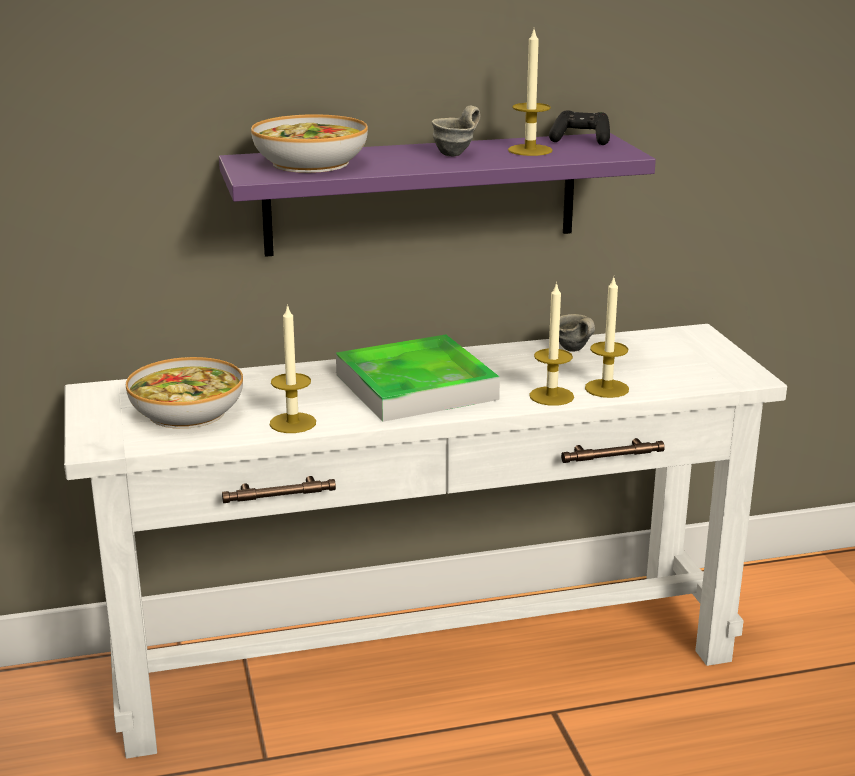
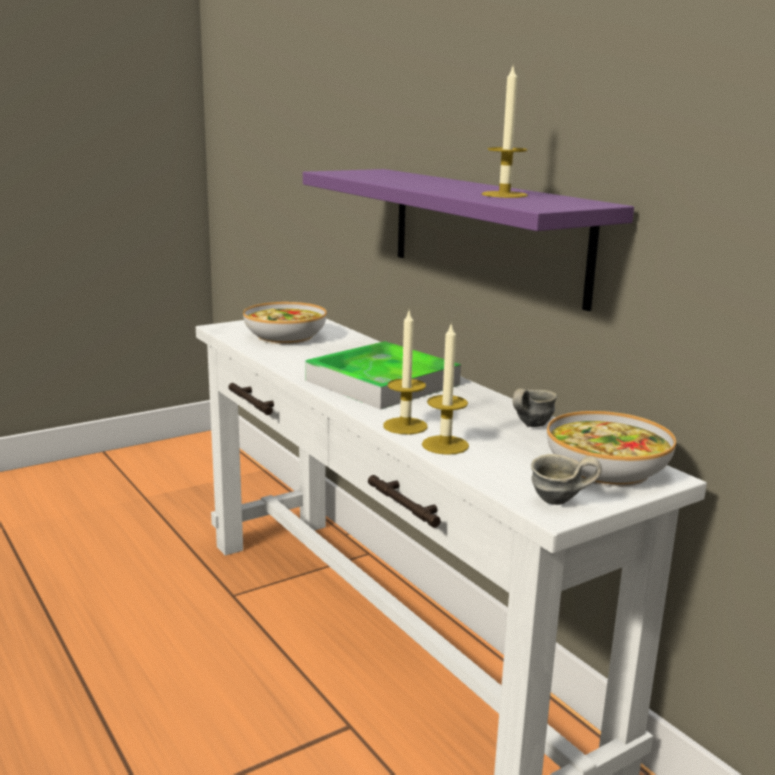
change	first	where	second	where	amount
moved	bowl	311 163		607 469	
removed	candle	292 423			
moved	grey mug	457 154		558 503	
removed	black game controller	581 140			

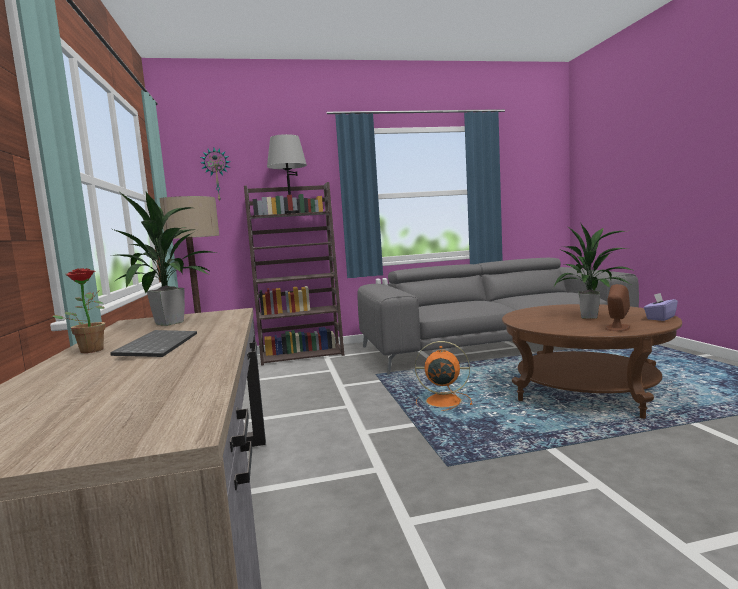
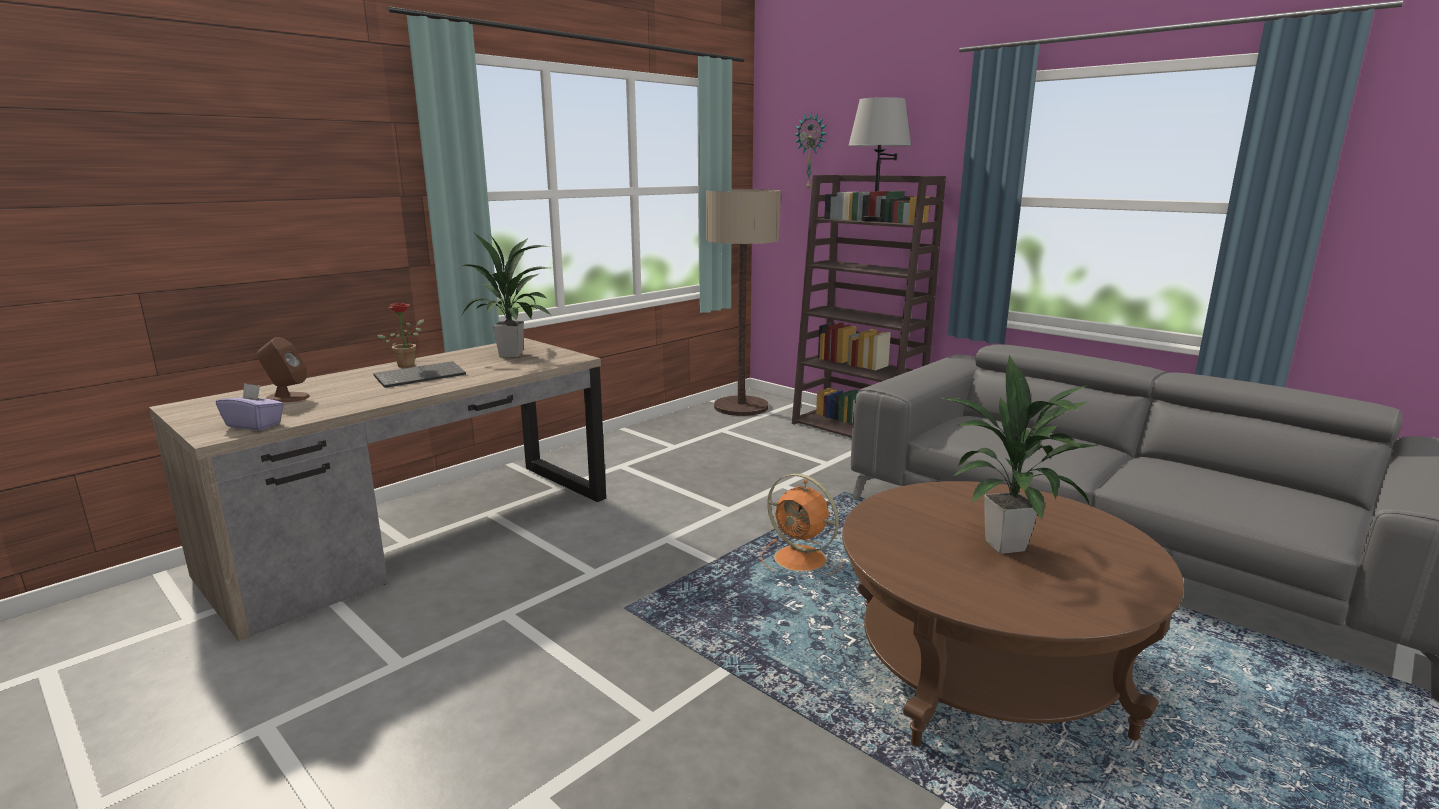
change	first	where	second	where	amount
turned	orange fan	441 401		802 560	150 degrees clockwise
moved	brown speaker	617 328		287 397	
moved	purple tissue box	660 318		254 425	

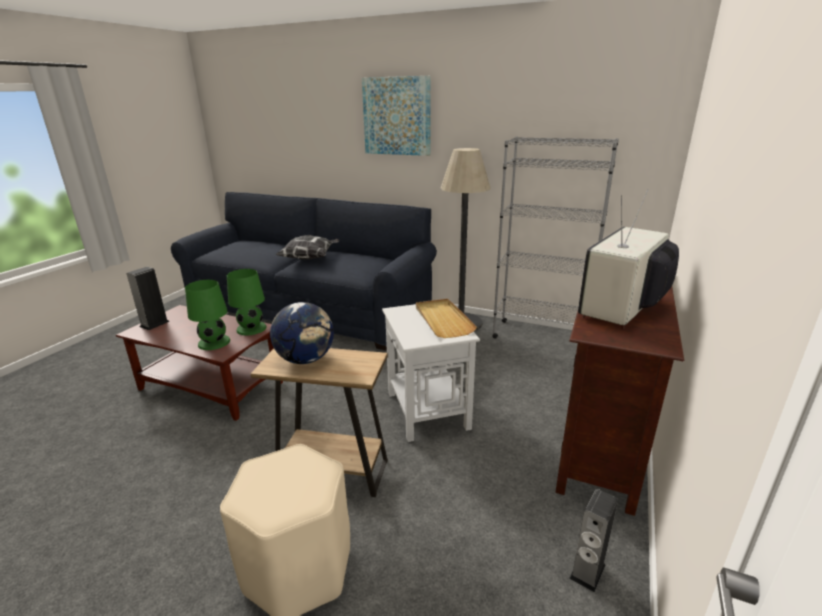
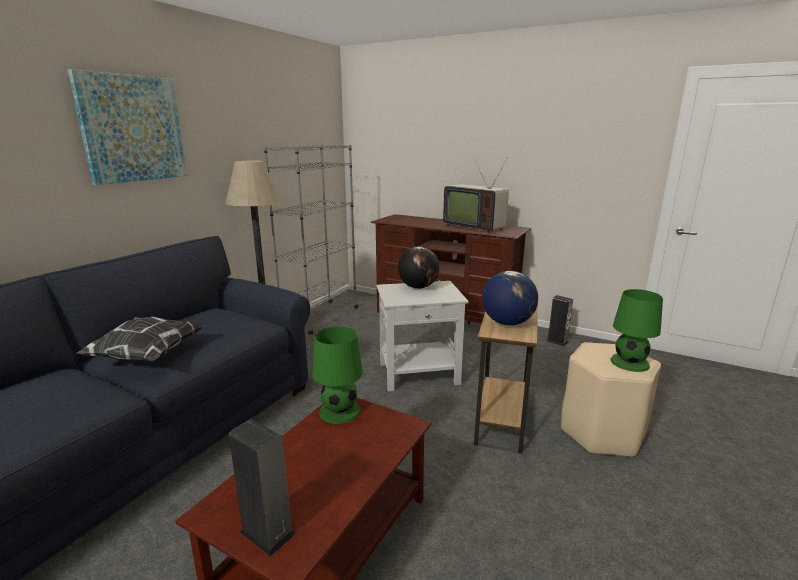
change	first	where	second	where	amount
moved	green table lamp	213 342		630 363	
replaced	beige tray	443 320	globe	418 287	

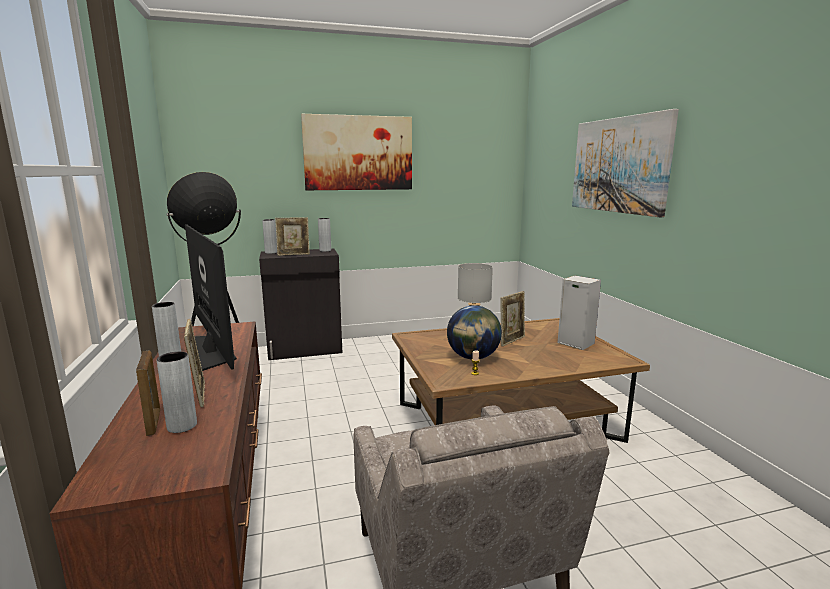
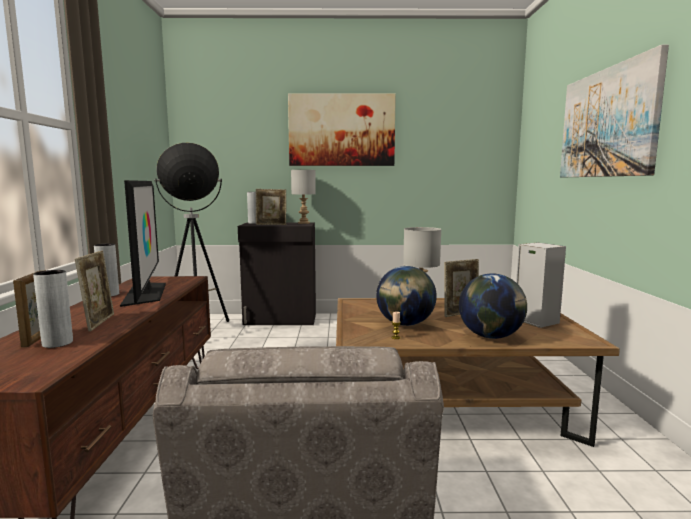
change	first	where	second	where	amount
replaced	grey vase	325 250	grey table lamp	304 223	
added			globe	491 336	

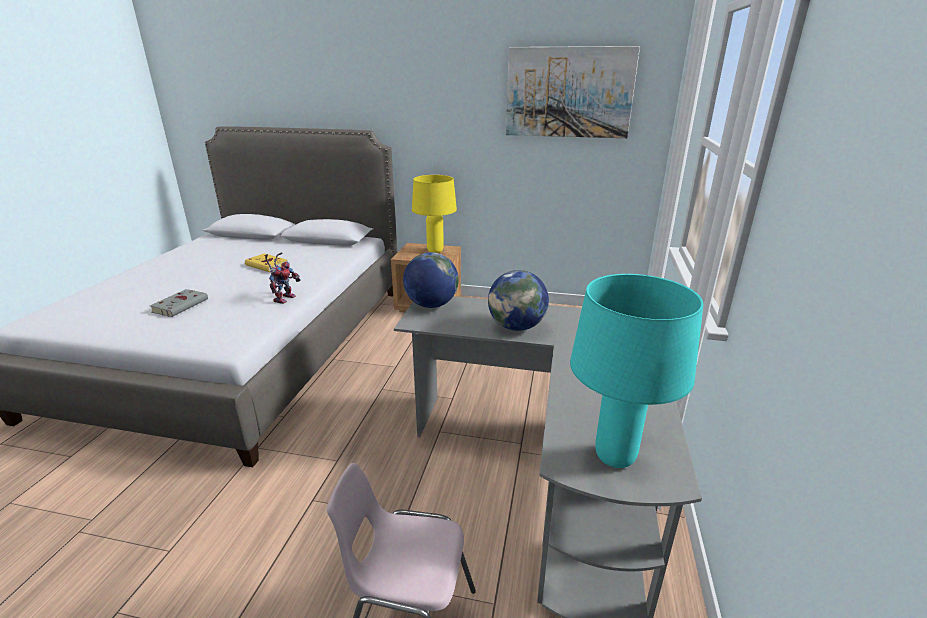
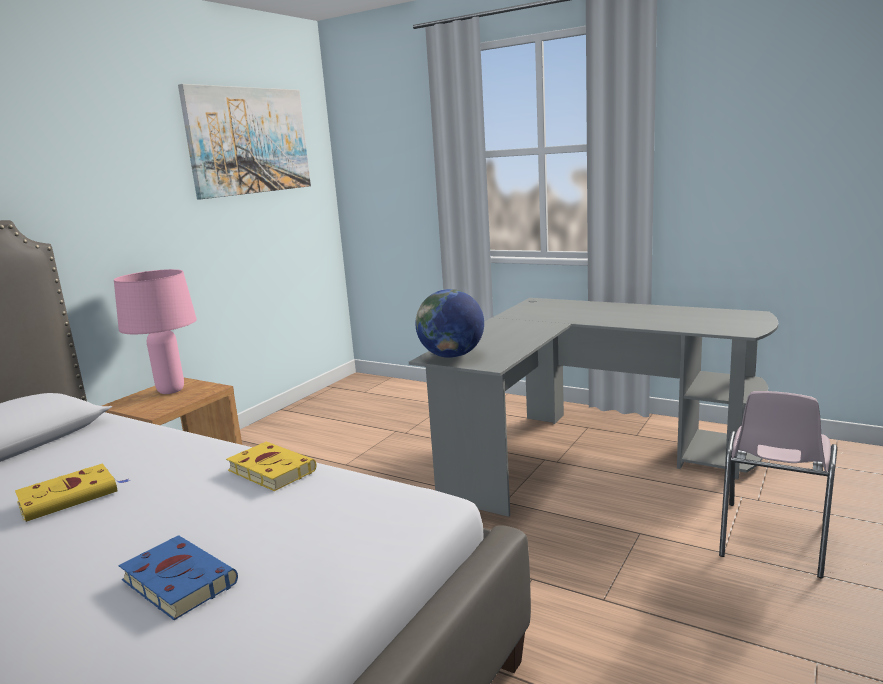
change	first	where	second	where	amount
recoloured	grey book	181 305	blue book	176 581	
replaced	toy robot	284 298	yellow book	269 470	
recoloured	yellow table lamp	435 251	pink table lamp	170 390	
removed	globe	516 327			
removed	turquoise table lamp	615 457			

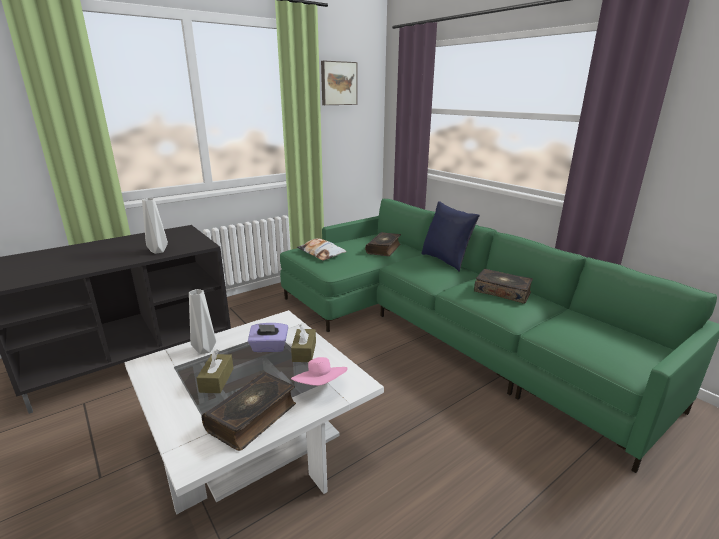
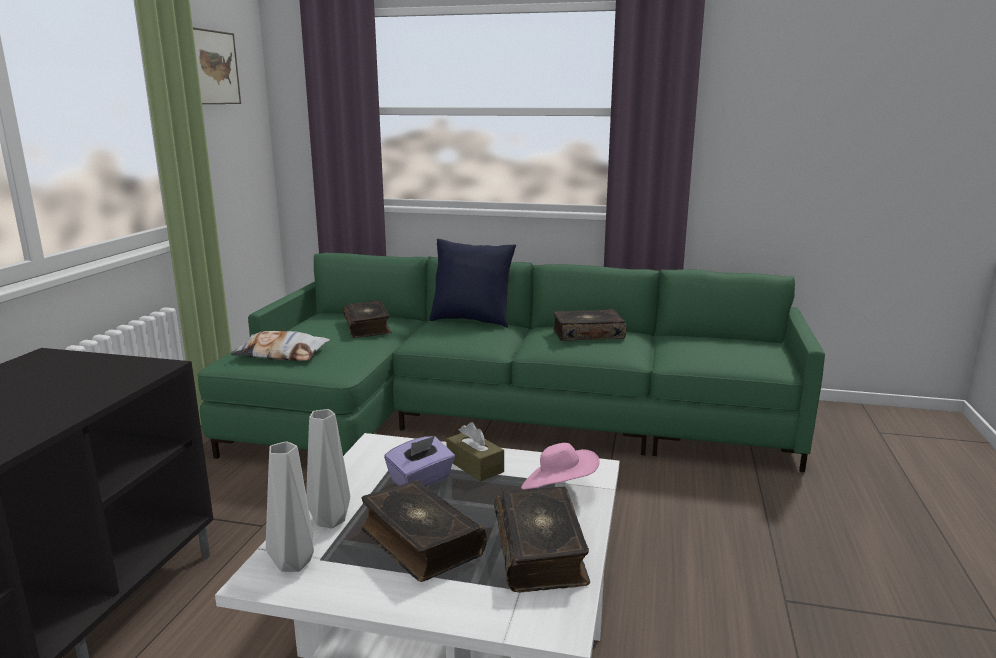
change	first	where	second	where	amount
moved	grey vase	157 251		293 565	
replaced	brown tissue box	216 380	book	419 542	

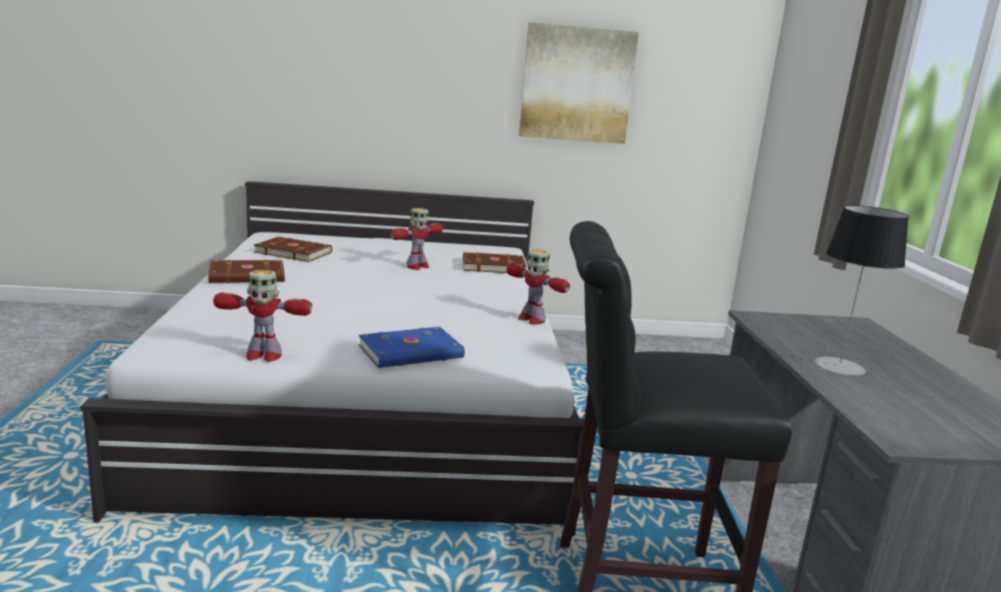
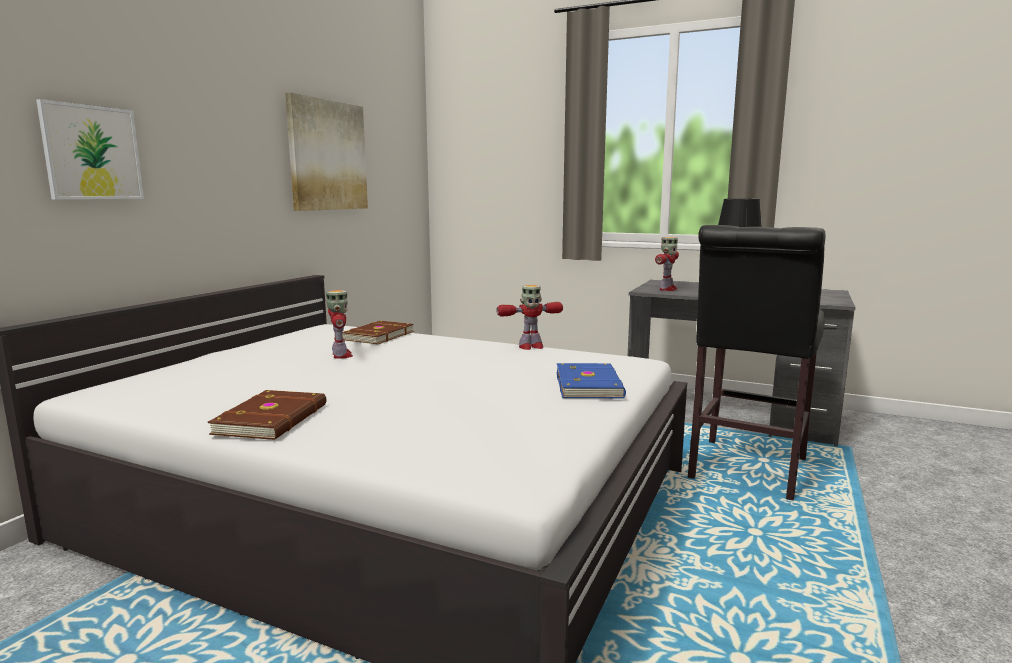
change	first	where	second	where	amount
moved	toy robot	262 355		667 289	
removed	brown book	293 252			
added			picture	92 153	

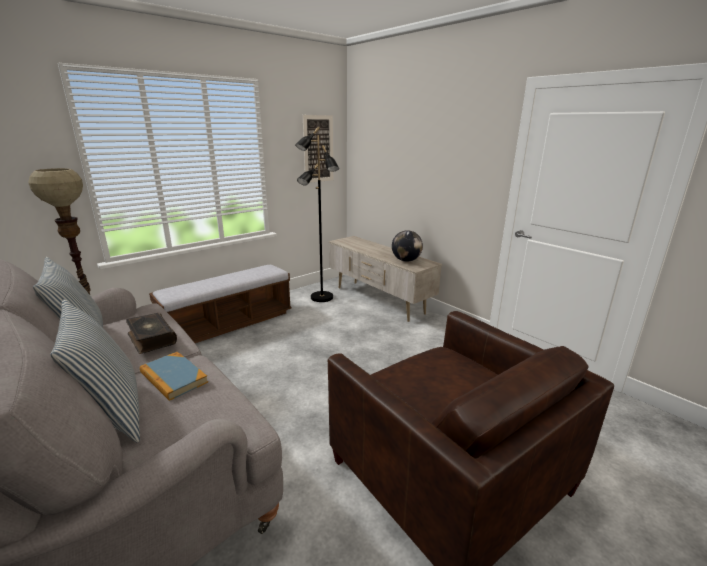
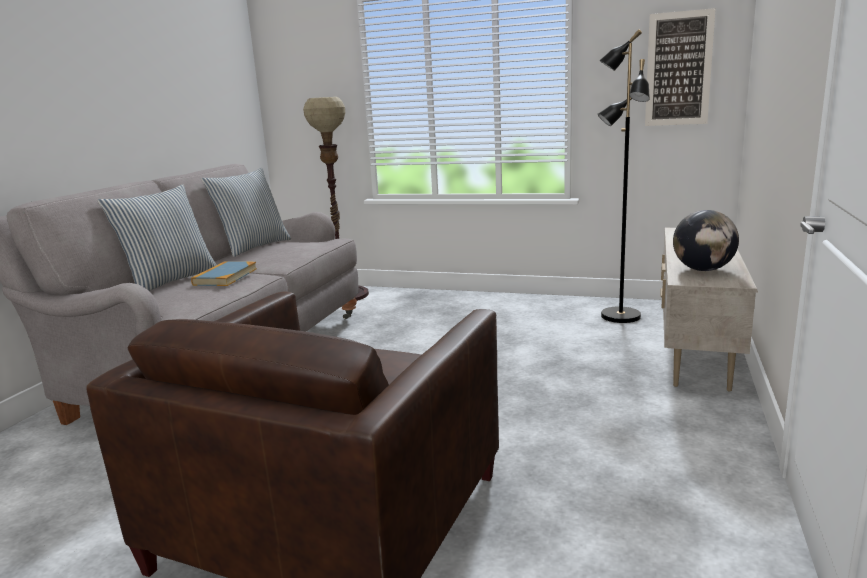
change	first	where	second	where	amount
removed	book	151 339			
removed	bench	229 324			

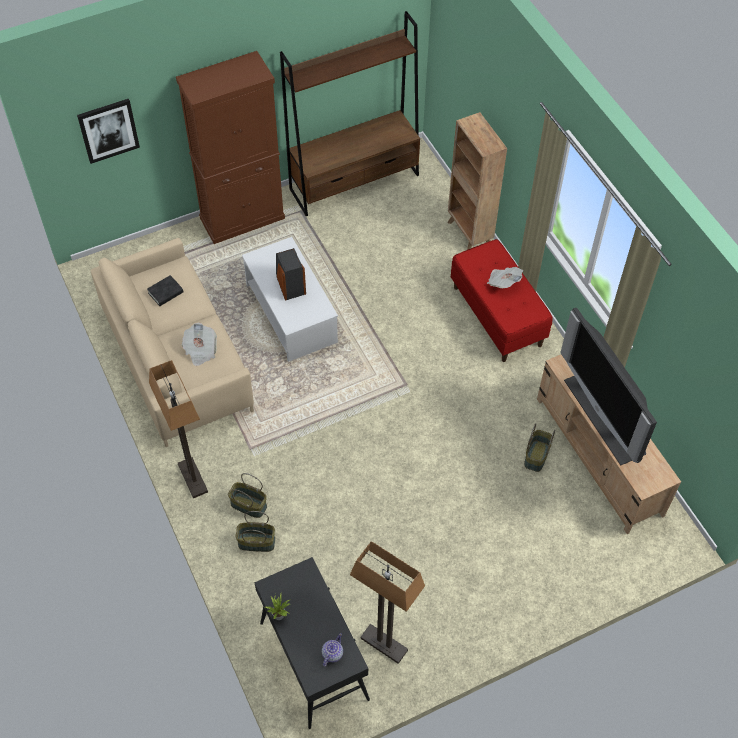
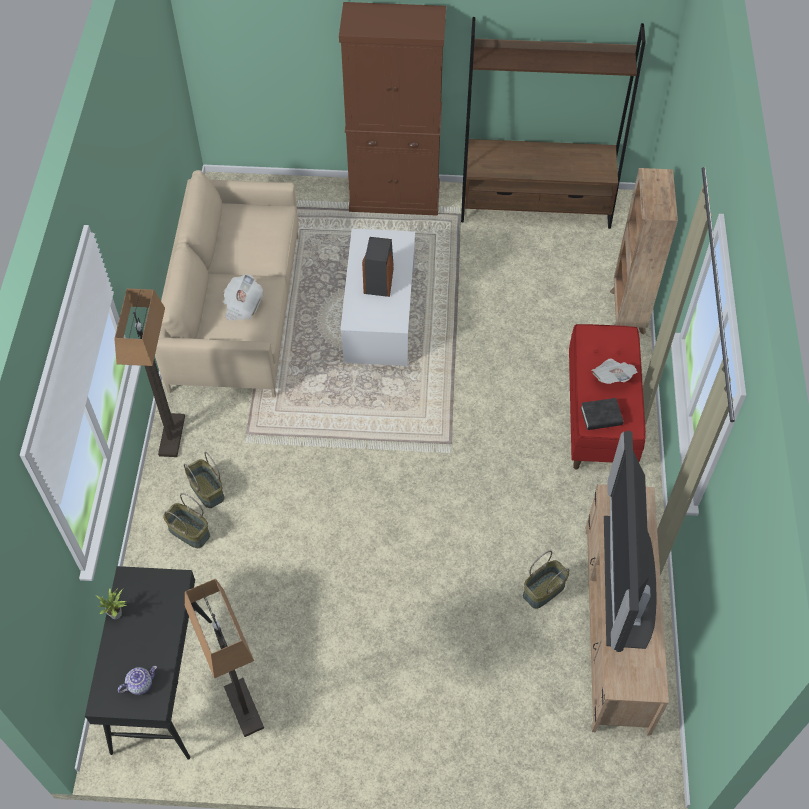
change	first	where	second	where	amount
removed	picture	108 130			
moved	black book	165 293		601 416	

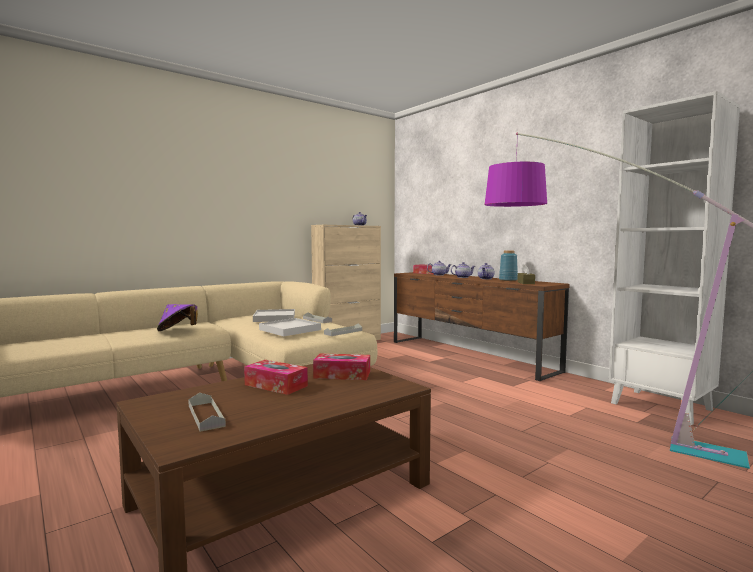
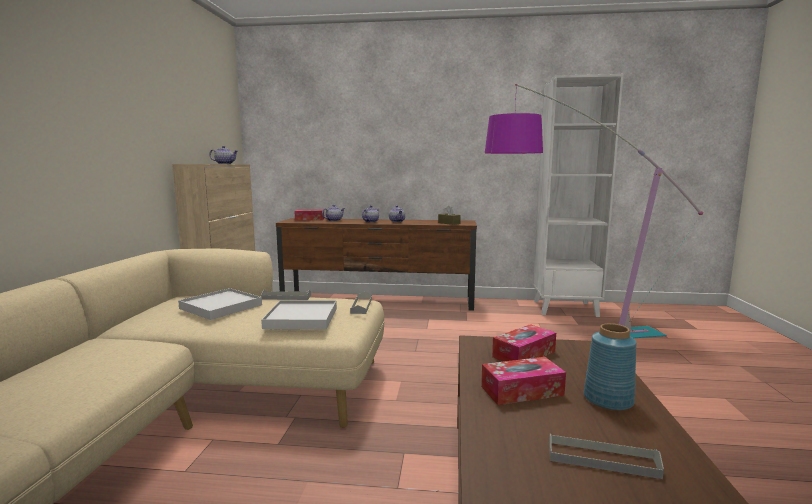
change	first	where	second	where	amount
removed	purple hat	177 330			
moved	blue vase	507 280		607 400	

